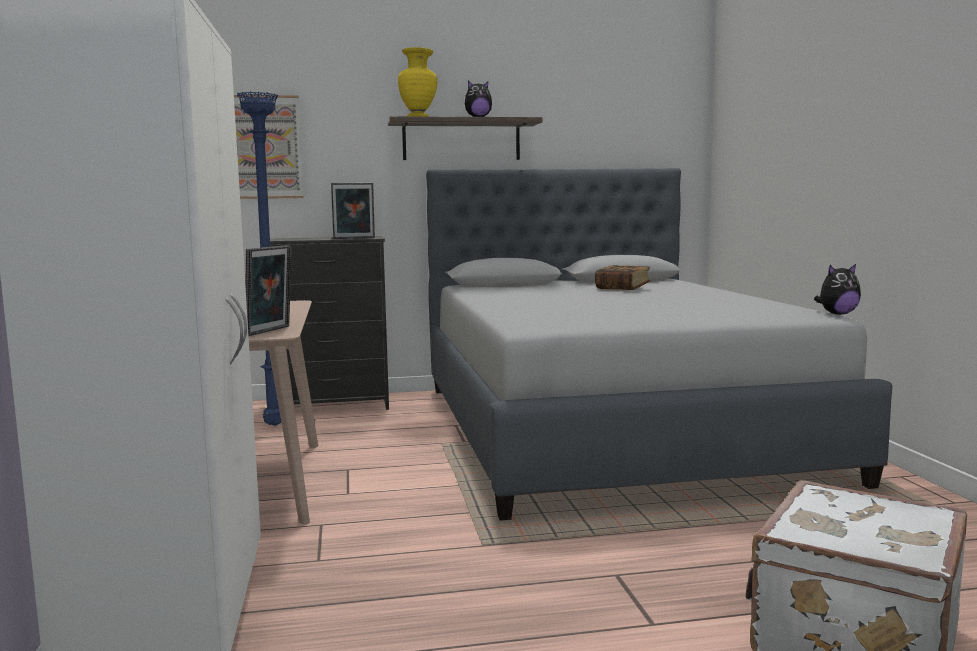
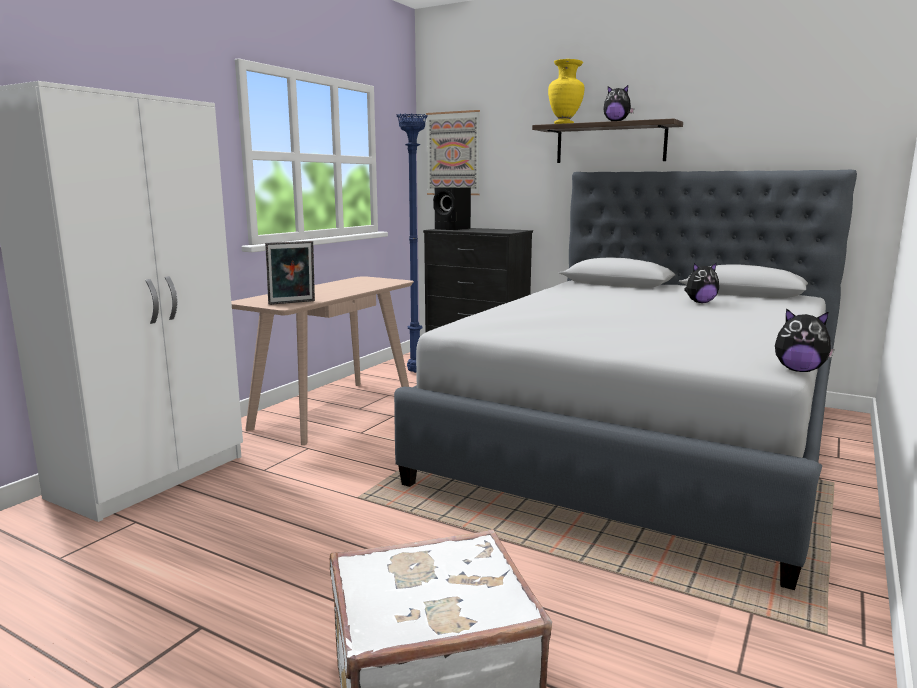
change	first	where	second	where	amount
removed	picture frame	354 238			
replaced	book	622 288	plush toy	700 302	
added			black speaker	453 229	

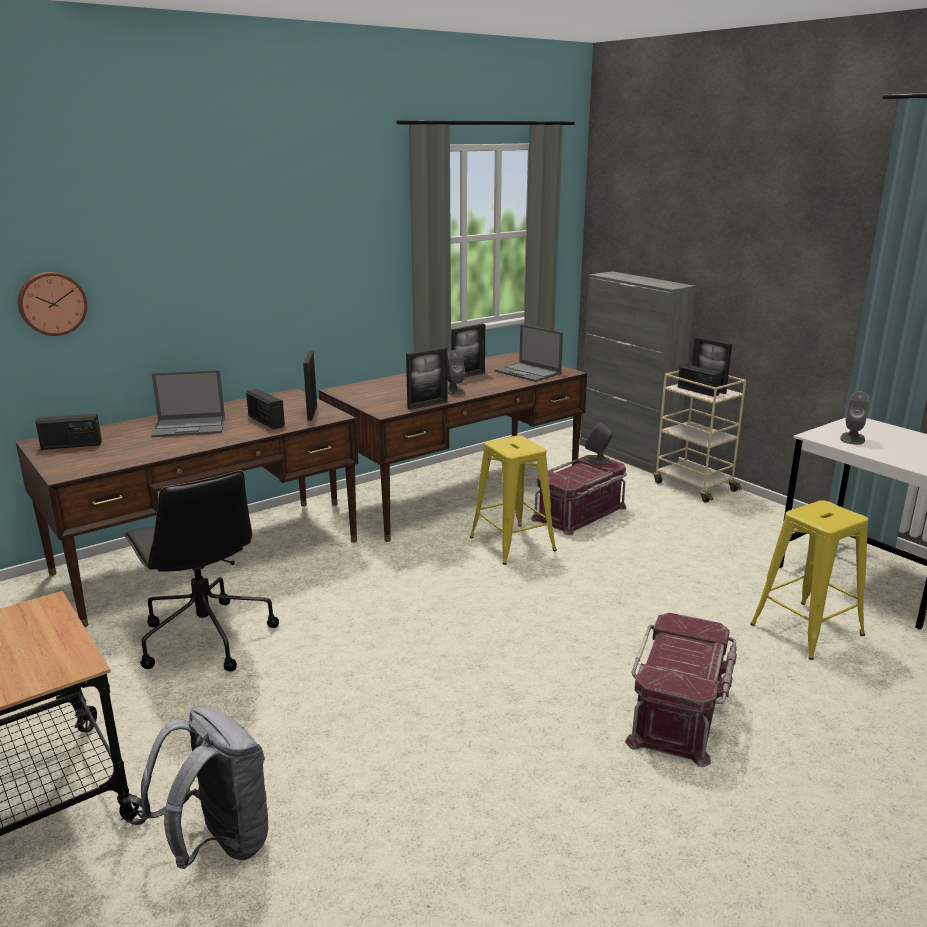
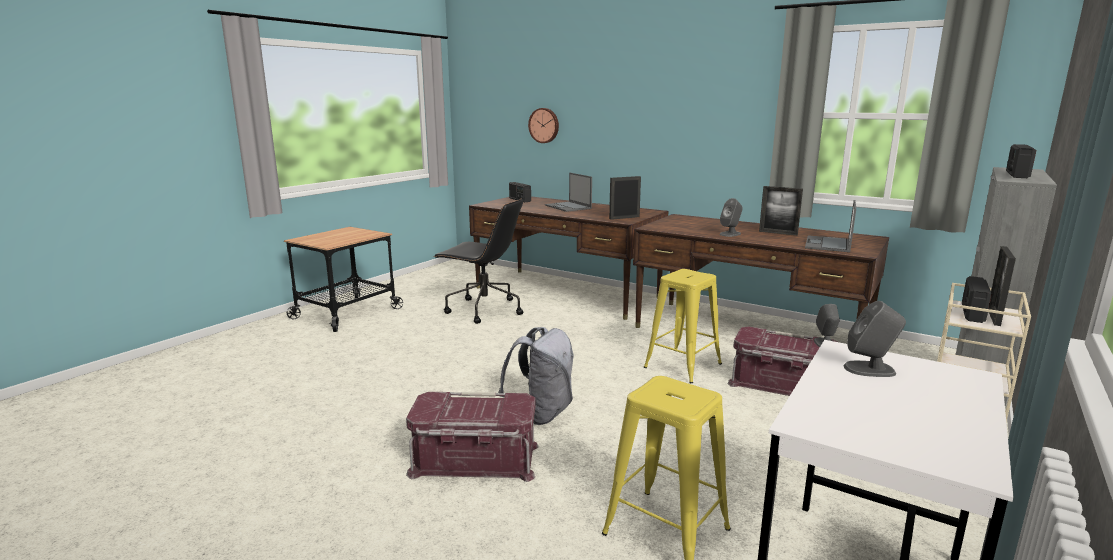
change	first	where	second	where	amount
turned	black office chair	205 637		483 310	105 degrees counterclockwise
moved	grey backpack	219 843		541 413	
moved	radio	265 421		1016 175	
removed	picture frame	427 405			

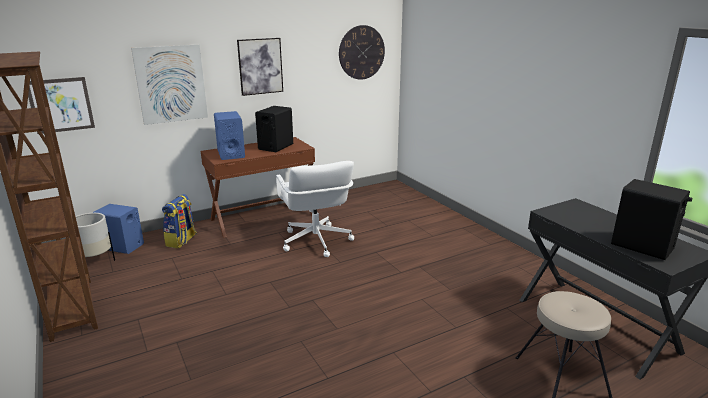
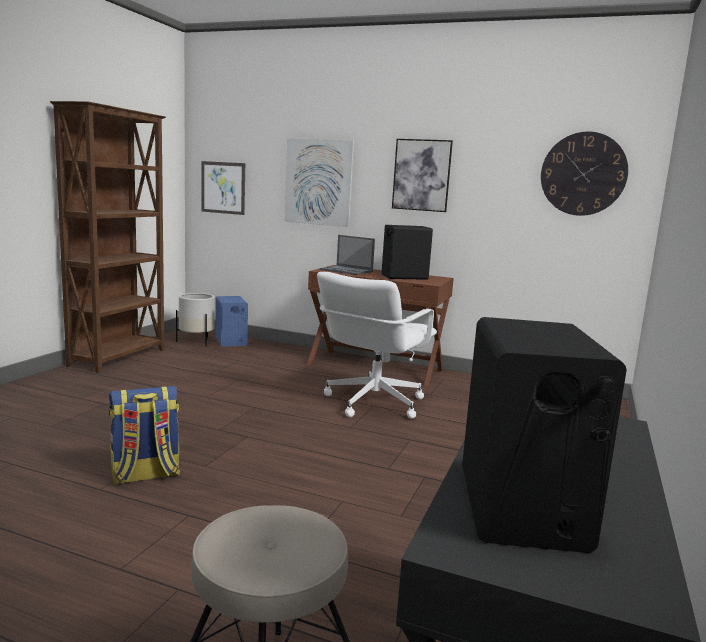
change	first	where	second	where	amount
moved	backpack	182 241		145 475	
replaced	blue speaker	231 154	laptop	347 270	

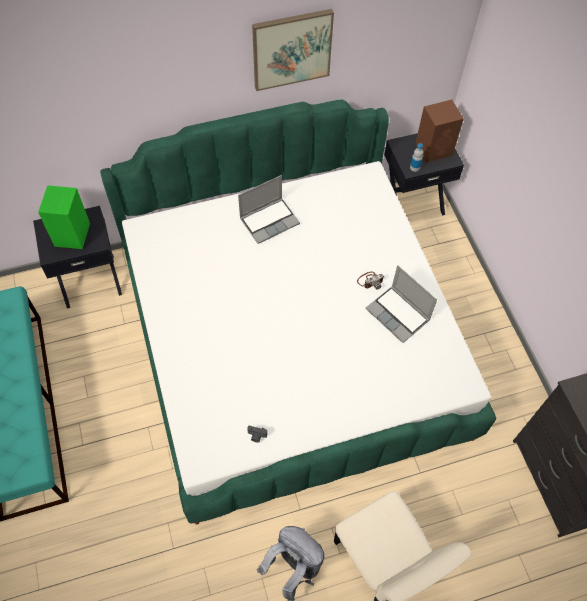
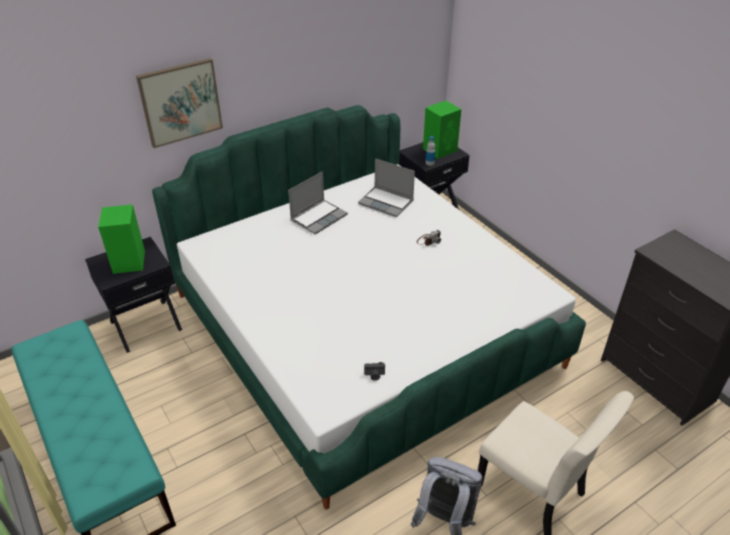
change	first	where	second	where	amount
moved	picture	291 49		180 102	
moved	laptop	399 314		387 202	
recoloured	brown speaker	434 149	green speaker	440 150	

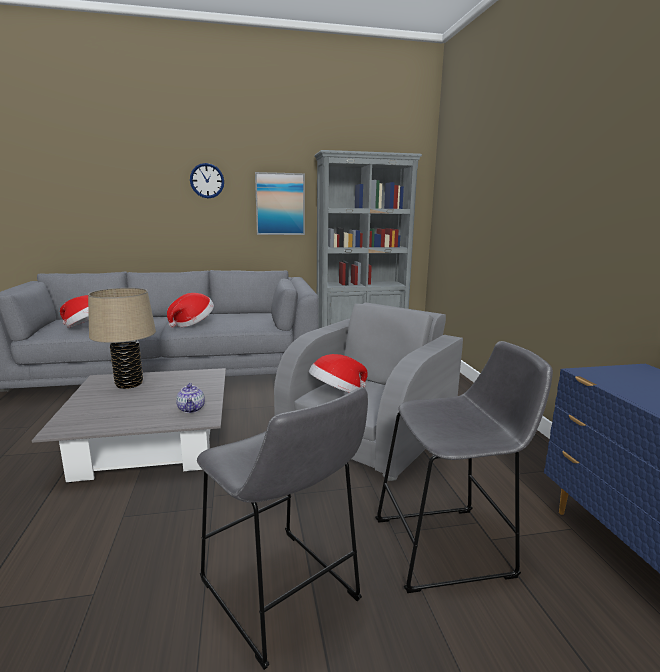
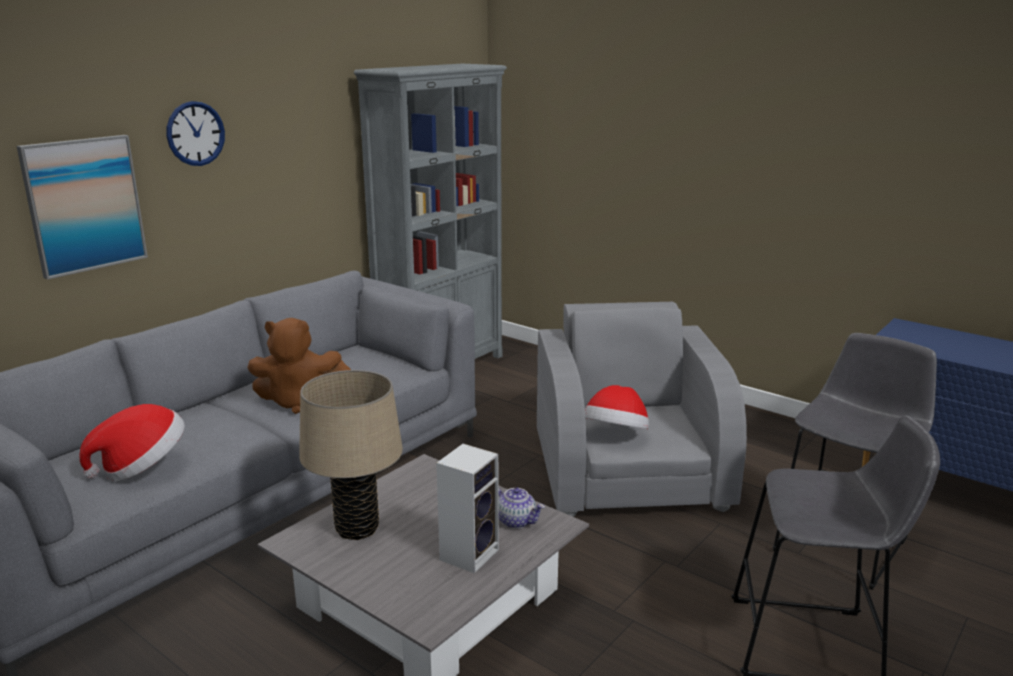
change	first	where	second	where	amount
replaced	hat	192 323	brown plush toy	299 401	
moved	picture	280 204		84 205	
added			speaker	469 553	

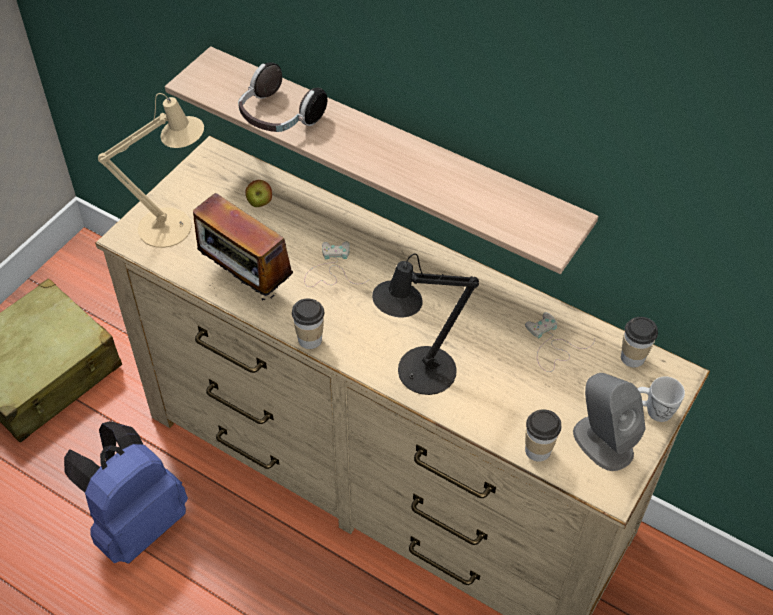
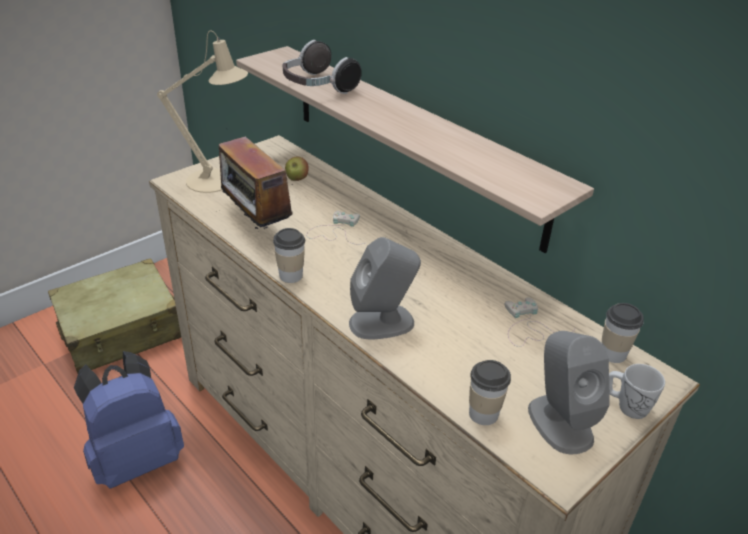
change	first	where	second	where	amount
replaced	black table lamp	419 374	grey speaker	382 322	

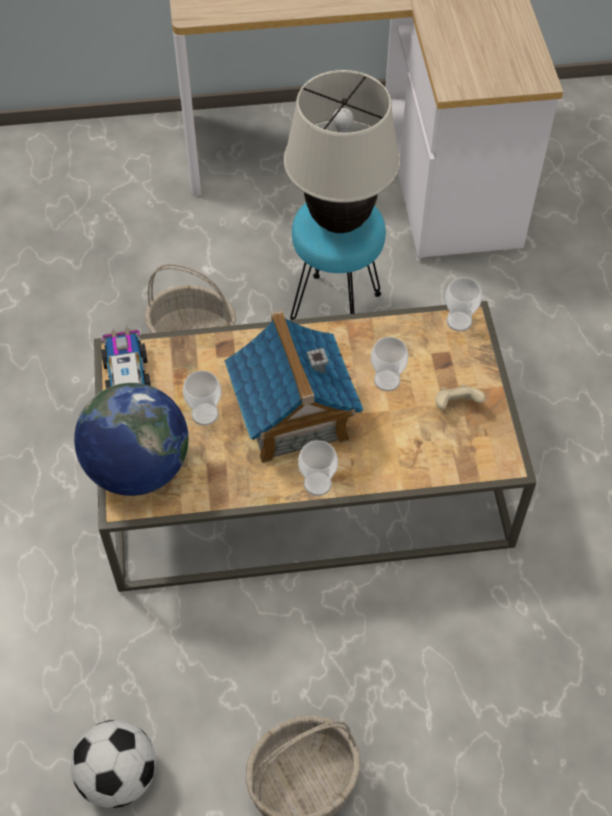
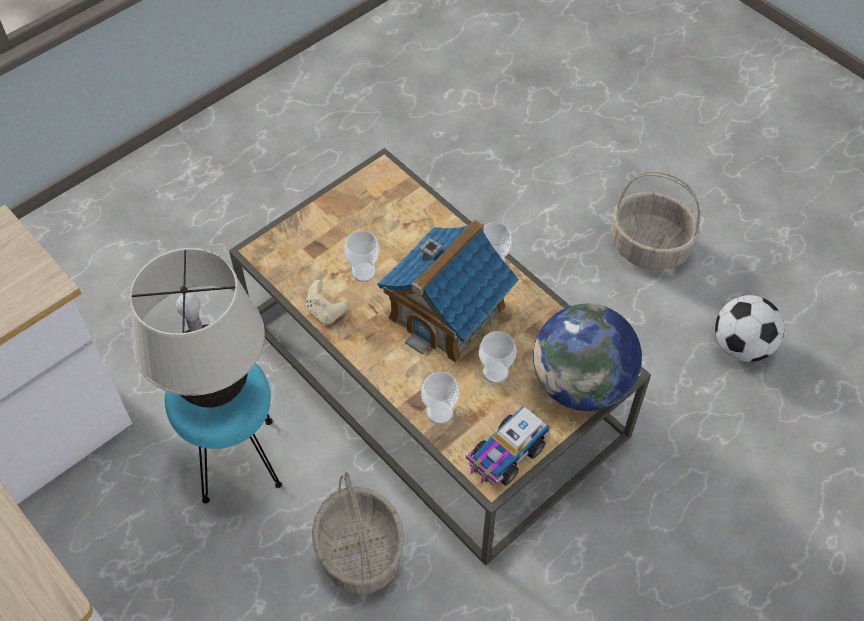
change	first	where	second	where	amount
moved	beige game controller	456 405		325 312	
moved	cup	459 321		440 412	

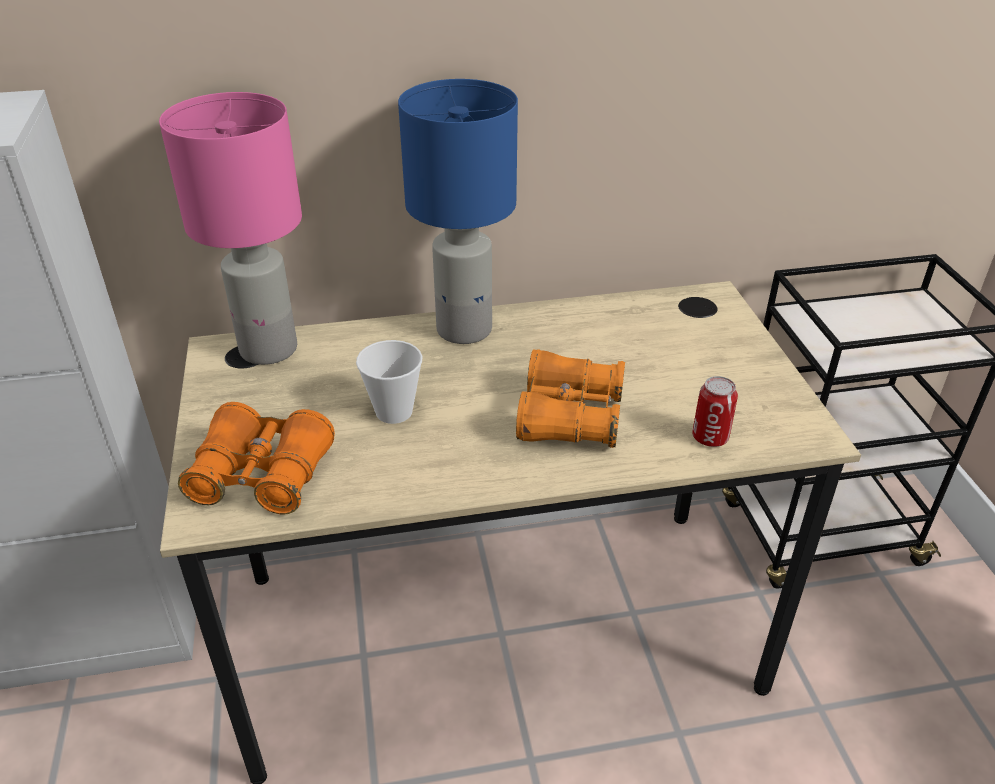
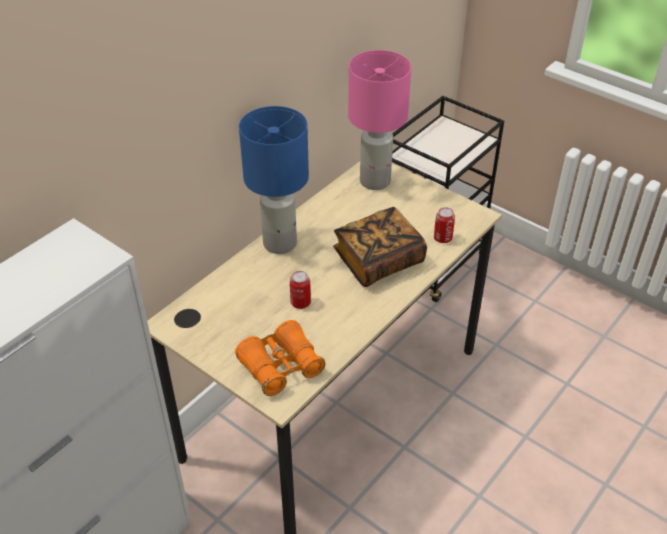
change	first	where	second	where	amount
moved	pink table lamp	270 350		376 181	
replaced	cup	394 412	can	300 303	
replaced	orange binoculars	570 416	book	378 260	

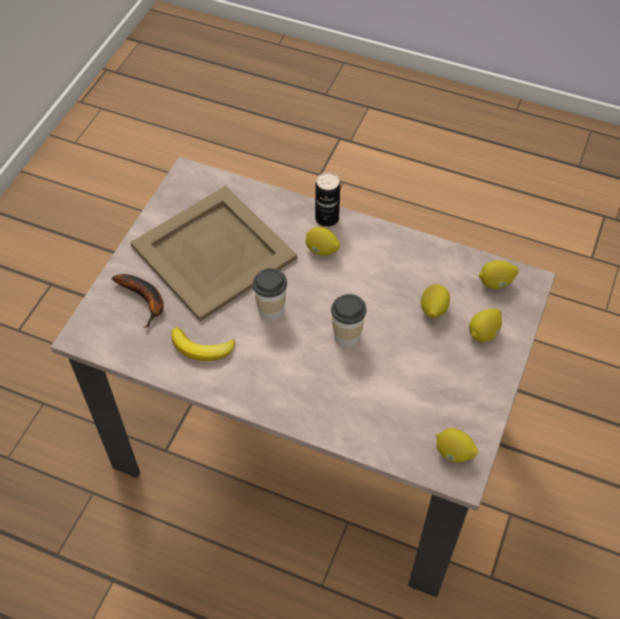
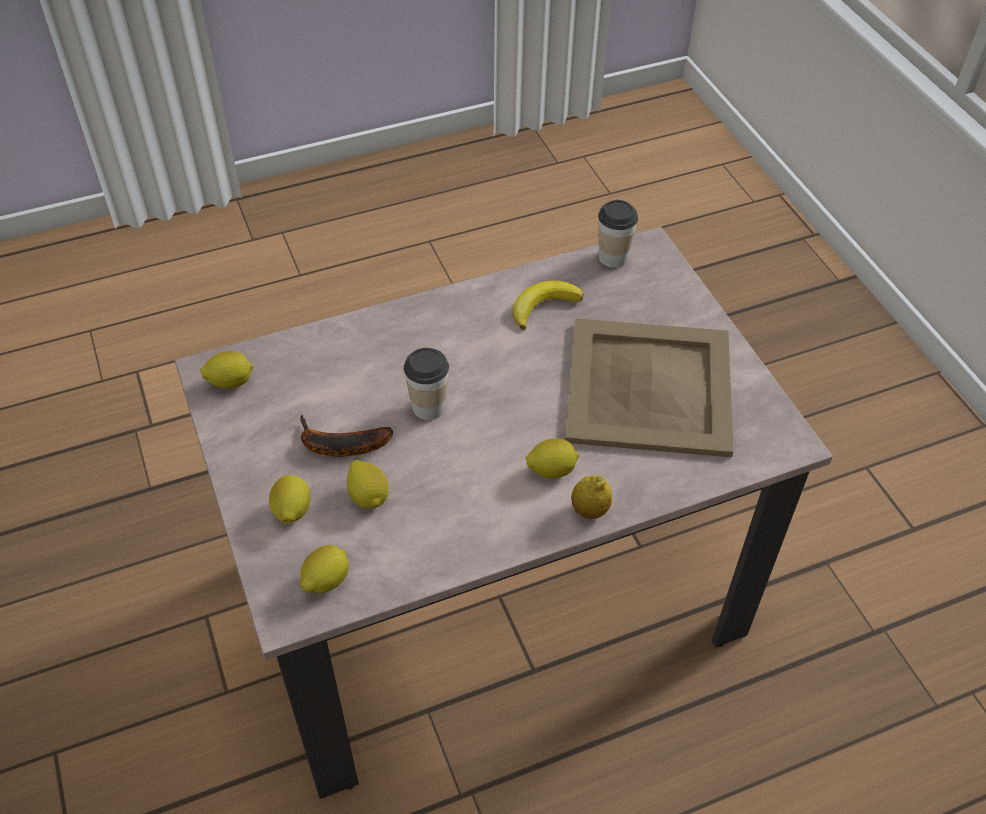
change	first	where	second	where	amount
moved	banana	145 300		338 445	
moved	cup	271 310		613 257	
replaced	can	327 218	lemon	590 510	

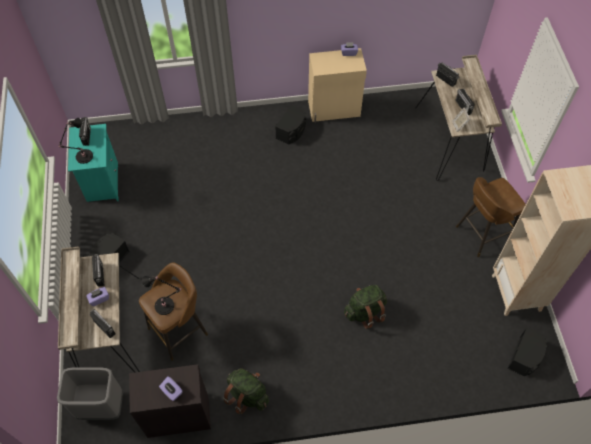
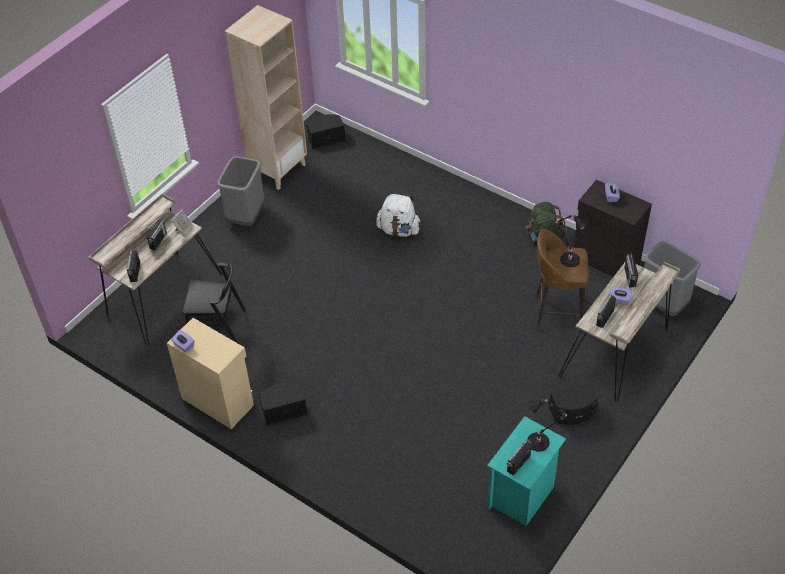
change	first	where	second	where	amount
recoloured	green backpack	365 312	white backpack	399 230	
replaced	brown stool	481 234	grey trash can	246 216	
added			black chair	217 327	

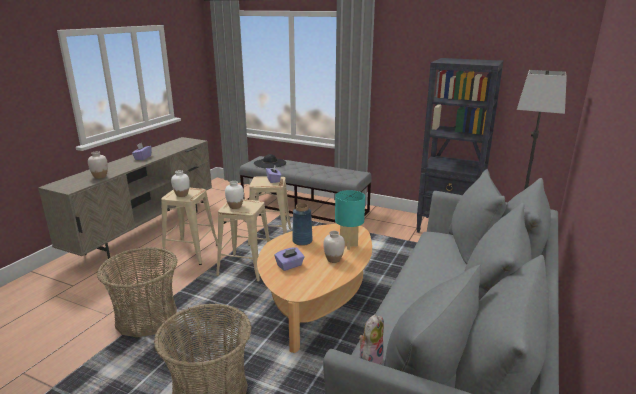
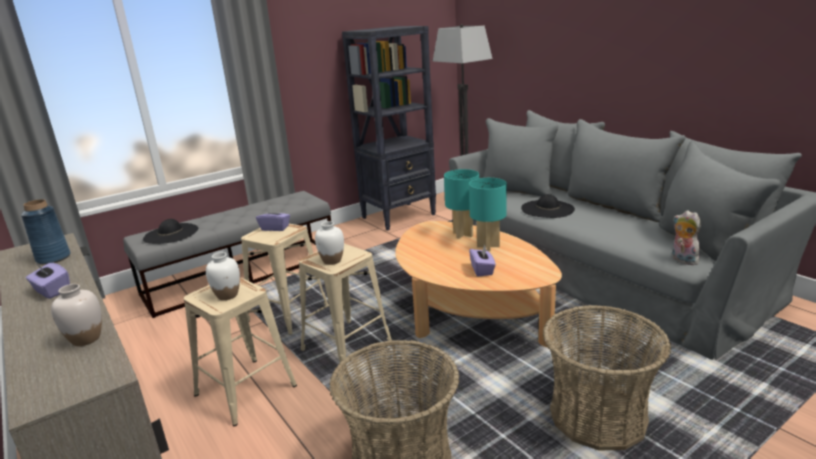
change	first	where	second	where	amount
moved	blue vase	302 241		53 258	
replaced	white vase	333 259	turquoise table lamp	487 246	
added			black hat	547 209	

